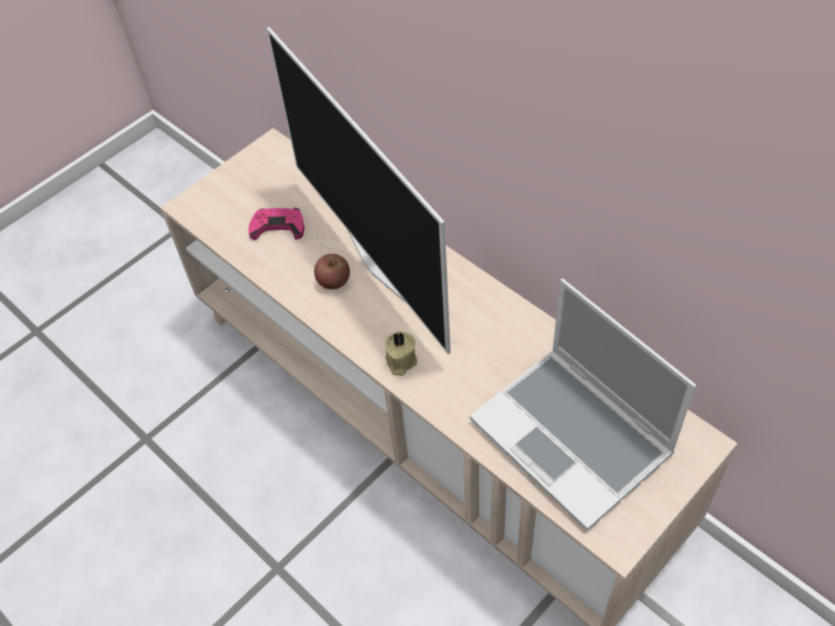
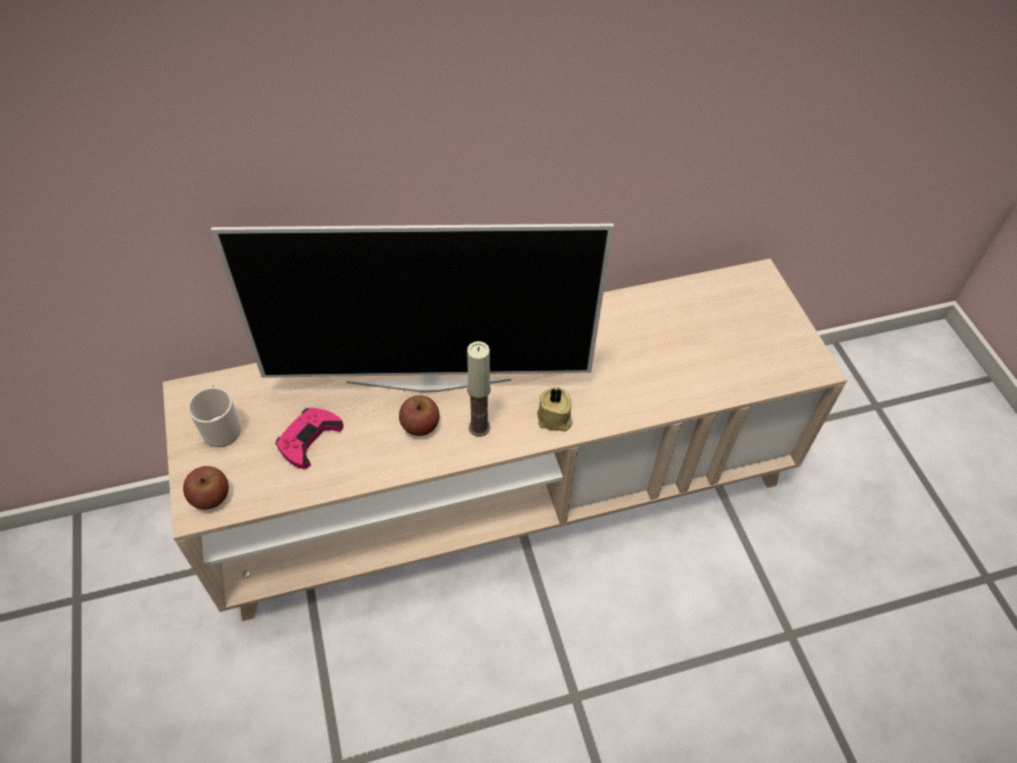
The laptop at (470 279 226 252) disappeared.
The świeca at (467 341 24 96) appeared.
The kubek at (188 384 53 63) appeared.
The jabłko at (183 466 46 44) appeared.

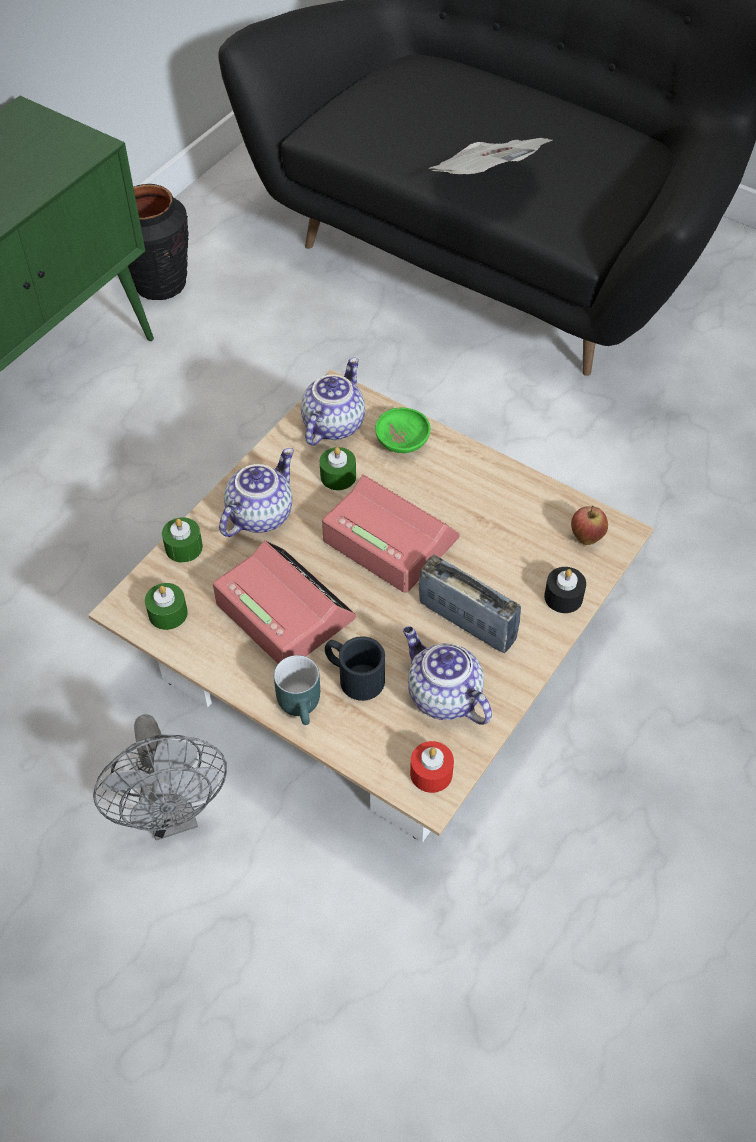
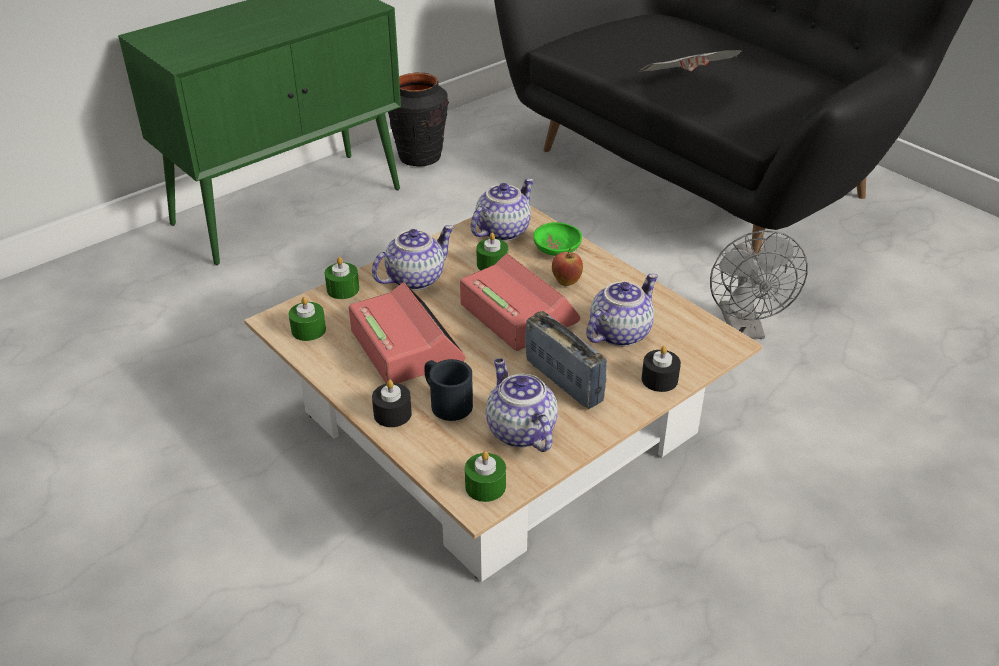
The jabłko moved from (571 506 37 39) to (552 248 31 38).
The kubek (turkusowy) at (274 655 46 70) was replaced by the świeca (czarny) at (372 380 40 47).
The wentylator (szary) moved from (93 714 134 127) to (710 230 98 109).
The świeca (czerwony) at (410 741 44 52) became the świeca (zielony) at (465 451 41 51).
The imbryk at (586 274 72 72) appeared.

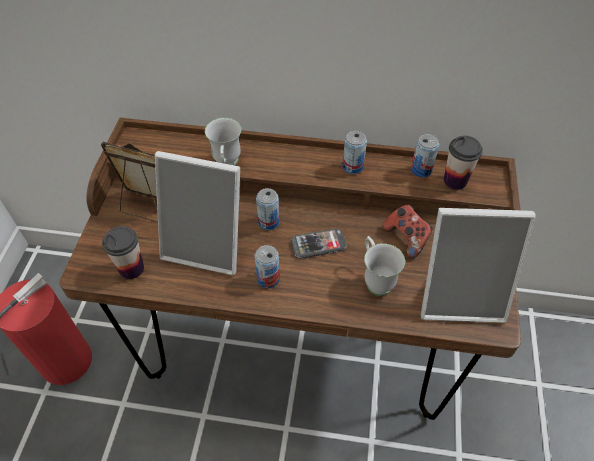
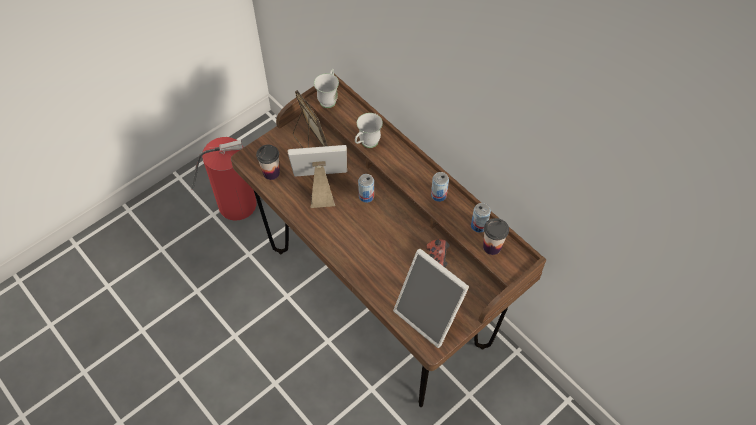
The ramka na zdjęcie at (155 151 85 125) turned 120 degrees clockwise.
The telefon at (291 228 56 31) disappeared.
The kubek (biały) moved from (364 236 41 60) to (314 68 25 40).
The puszka at (255 245 25 43) disappeared.

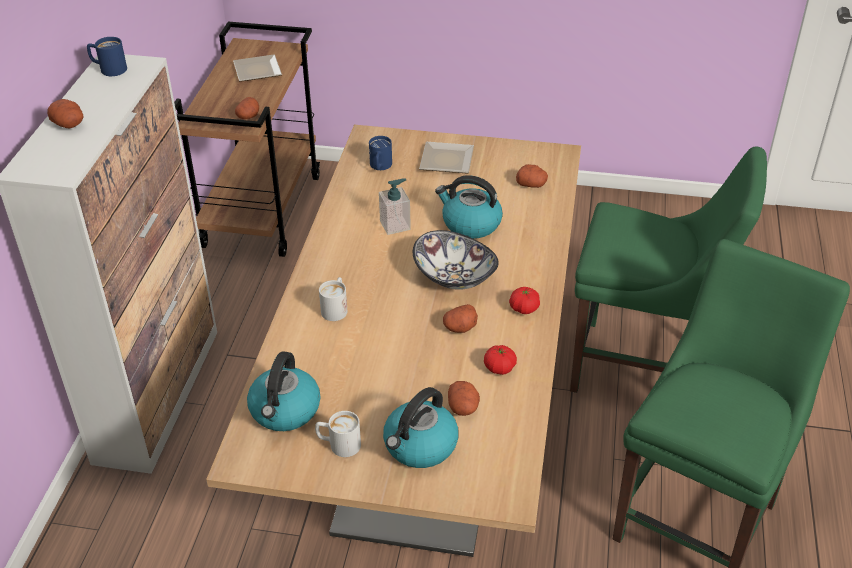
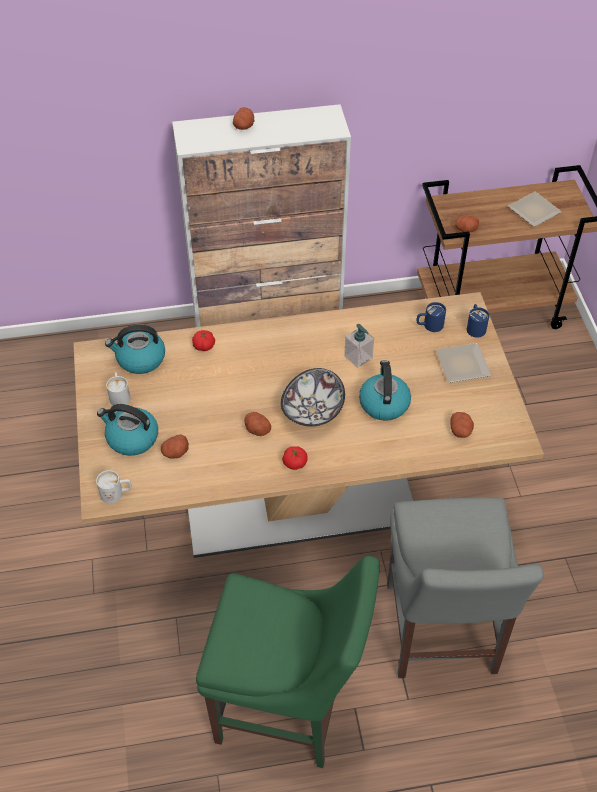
The kubek (niebieski) moved from (87 37 40 39) to (467 304 22 34).
The krzesło (zielony) at (570 147 197 246) became the krzesło (szary) at (387 497 157 181).
The kubek (biały) moved from (319 277 28 44) to (96 470 36 34).
The pomidor moved from (484 345 33 30) to (192 330 23 21).

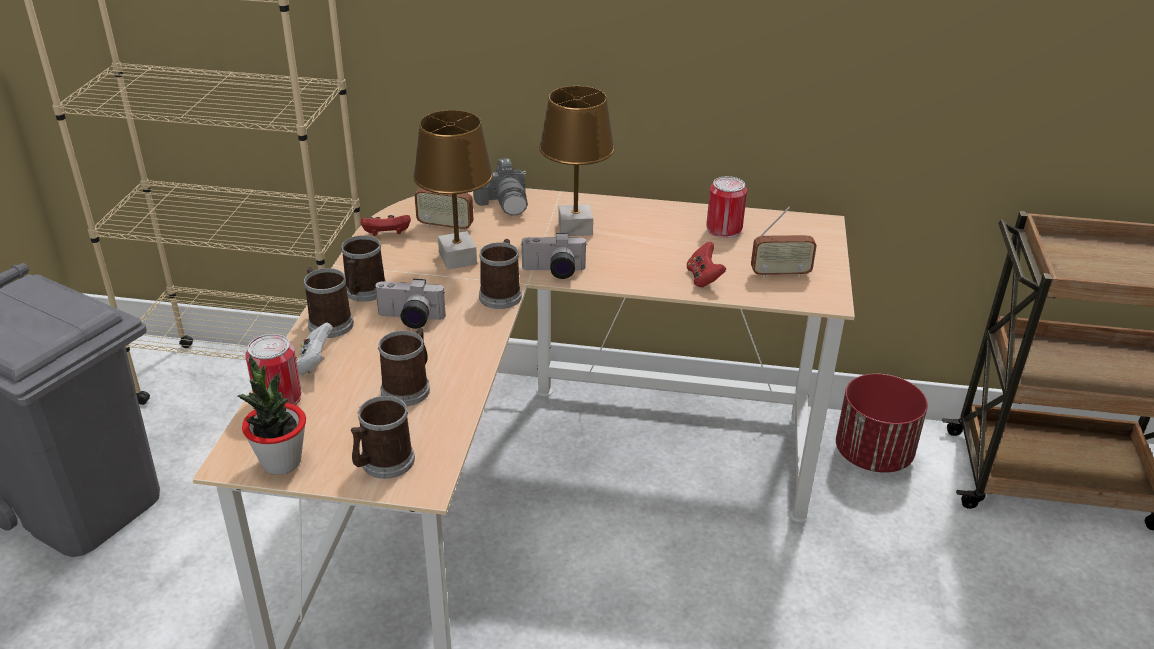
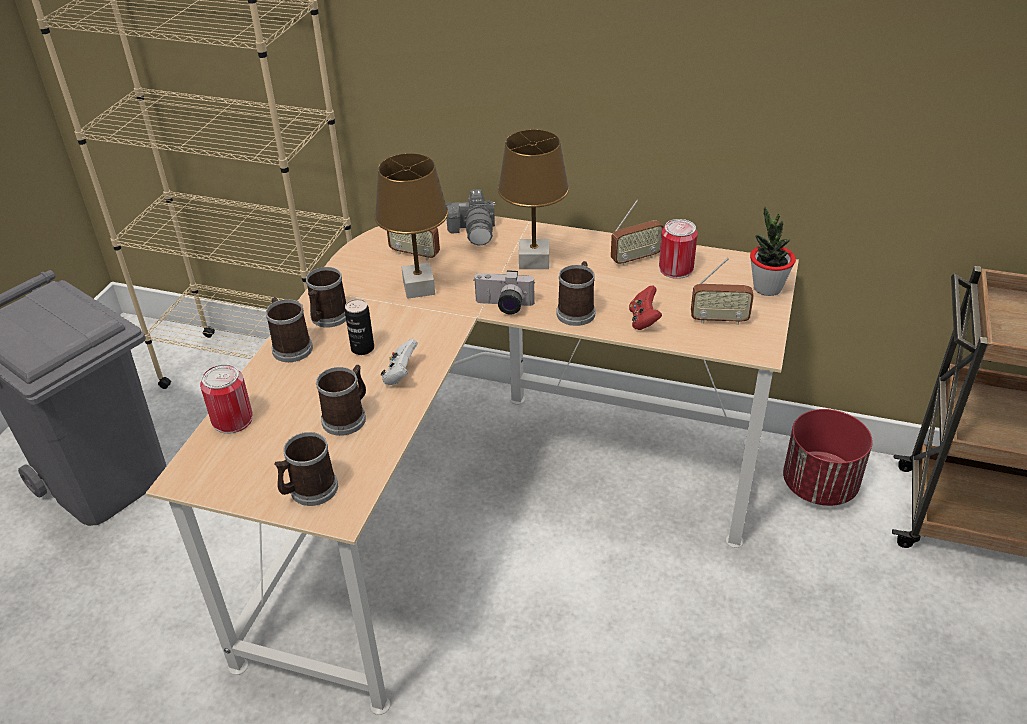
The pad do gier (czerwony) at (360 215 51 21) disappeared.
The kubek moved from (479 239 43 70) to (556 261 39 65).
The aparat fotograficzny at (374 279 72 50) was replaced by the puszka at (345 299 29 56).
The pad do gier (biały) moved from (296 323 37 52) to (381 339 37 46).
The roślina doniczkowa moved from (238 355 68 120) to (750 207 46 89).
The radio at (611 200 53 66) appeared.

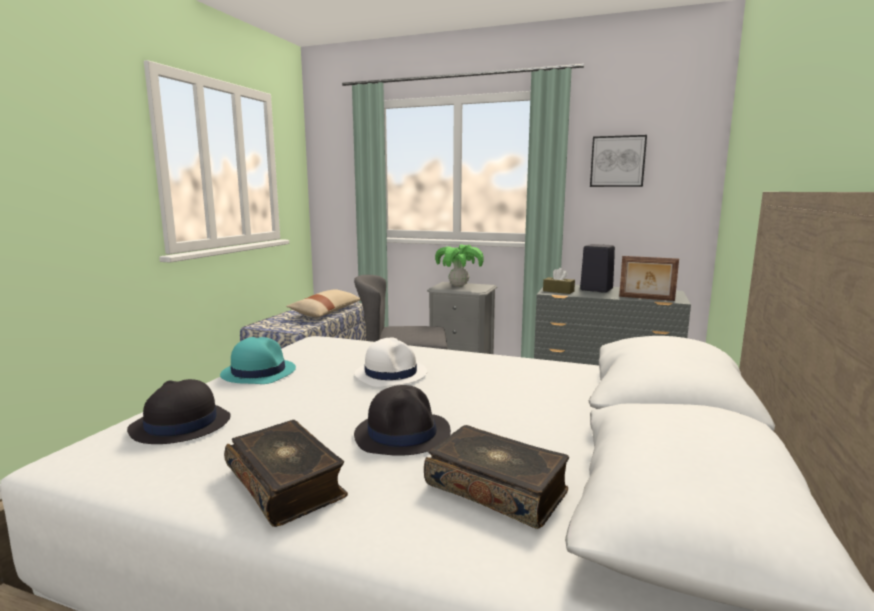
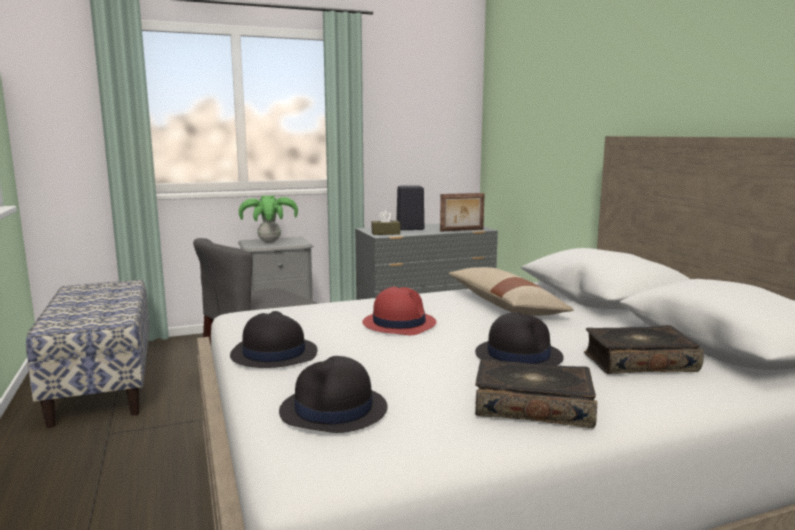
The obraz at (590 135 57 52) disappeared.
The poduszka (beżowy) moved from (286 289 74 28) to (449 267 125 49).
The kapelusz (turkusowy) at (220 337 76 47) became the kapelusz (czarny) at (230 311 87 57).
The kapelusz (biały) at (355 338 72 49) became the kapelusz (czerwony) at (363 287 73 48).

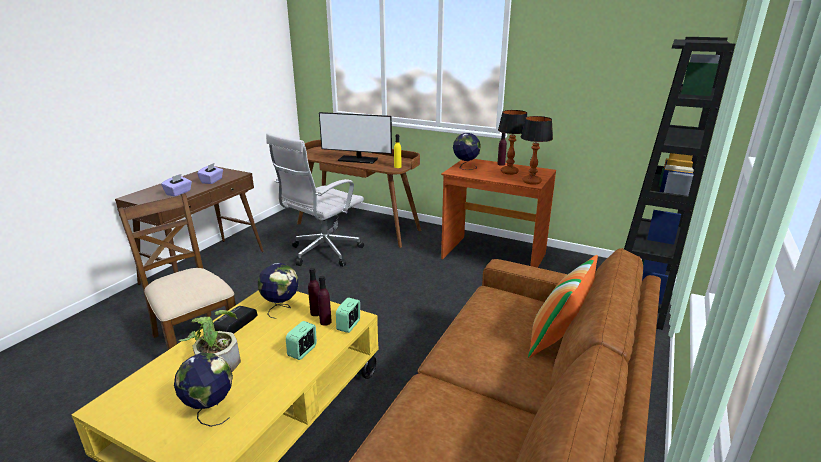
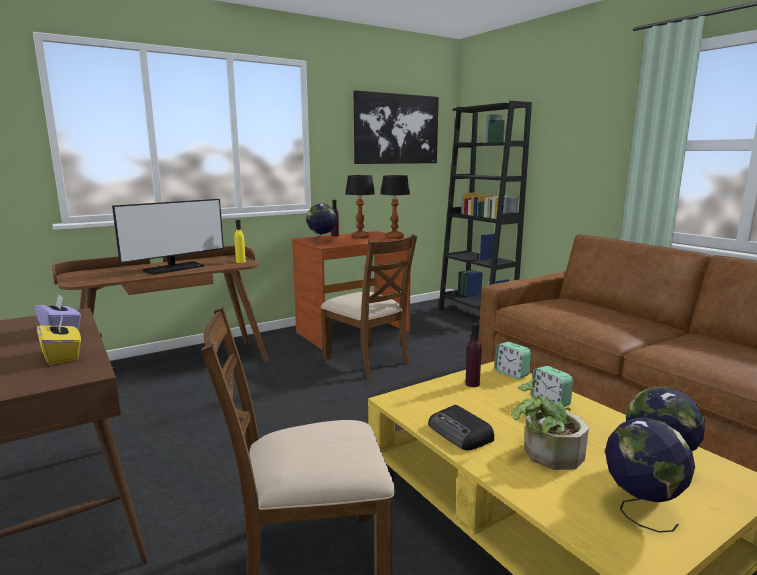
The krzesło biurowe (biały) at (266 133 98 134) disappeared.
The pudełko chusteczek (fioletowy) at (161 174 31 22) became the pudełko chusteczek (żółty) at (37 313 44 52).
The poduszka at (528 255 70 103) disappeared.
The globus moved from (258 263 40 56) to (605 418 90 115).
The butelka (fioletowy) at (318 276 14 50) disappeared.
The obraz at (354 90 85 74) appeared.
The krzesło (brązowy) at (321 234 96 145) appeared.

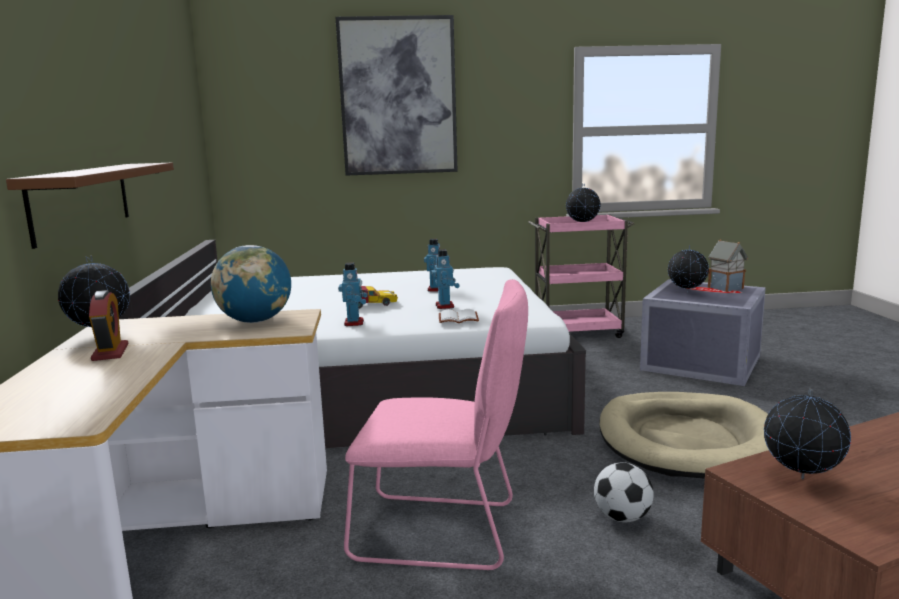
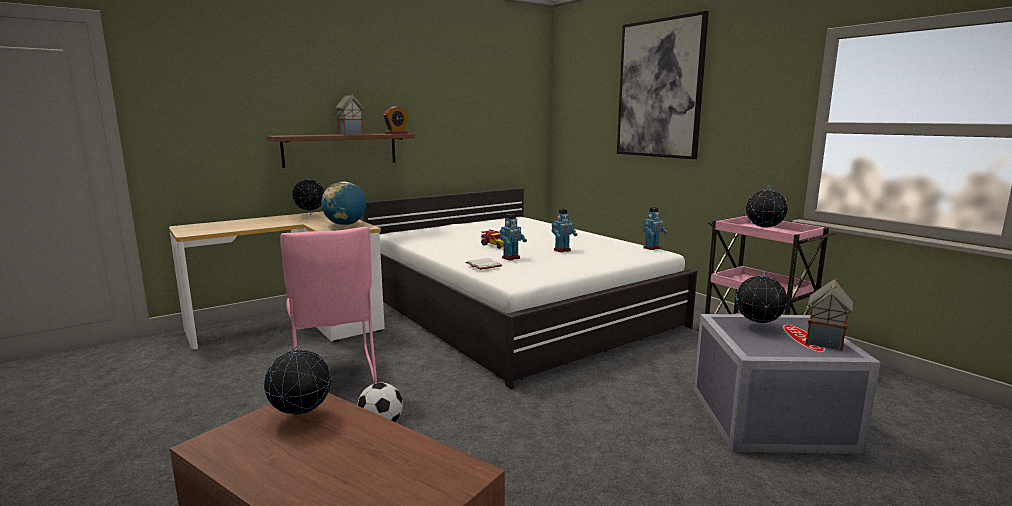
The robot zabawkowy moved from (338 263 30 63) to (643 207 25 43).
The budzik moved from (89 290 39 71) to (383 106 25 28).
The legowisko (beżowy) at (599 392 170 87) disappeared.
The domek at (335 95 29 40) appeared.

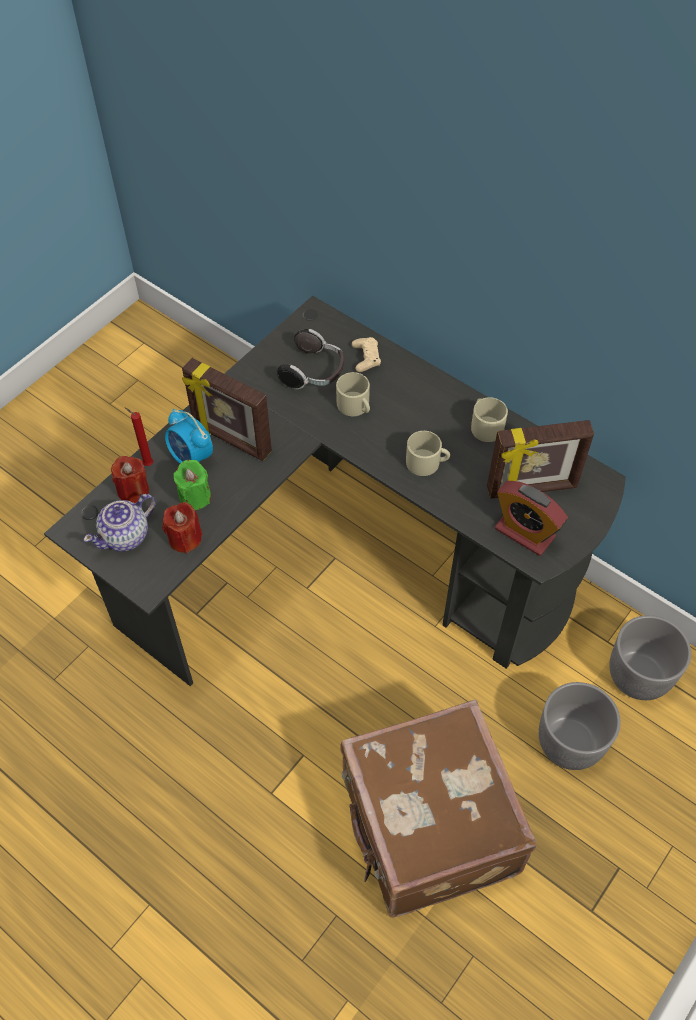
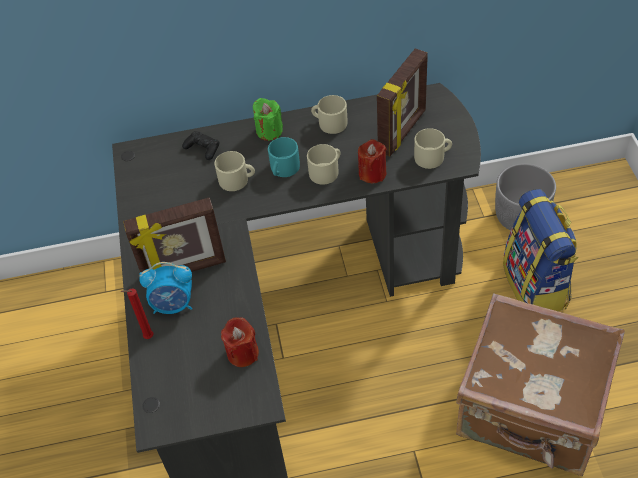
The słuchawki at (277 329 67 60) disappeared.
The pad do gier (beżowy) at (352 337 29 35) became the pad do gier (czarny) at (182 131 37 29).
The świeca (czerwony) moved from (111 456 38 47) to (358 139 28 44).
The świeca (zielony) moved from (173 460 38 50) to (253 98 30 43).
The budzik at (495 481 73 75) was replaced by the kubek (beżowy) at (414 128 38 41).
The imbryk at (84 494 72 58) disappeared.
The donica (szary) at (539 682 81 88) was replaced by the plecak at (503 189 76 122).
The kubek (turkusowy) at (268 137 32 40) appeared.

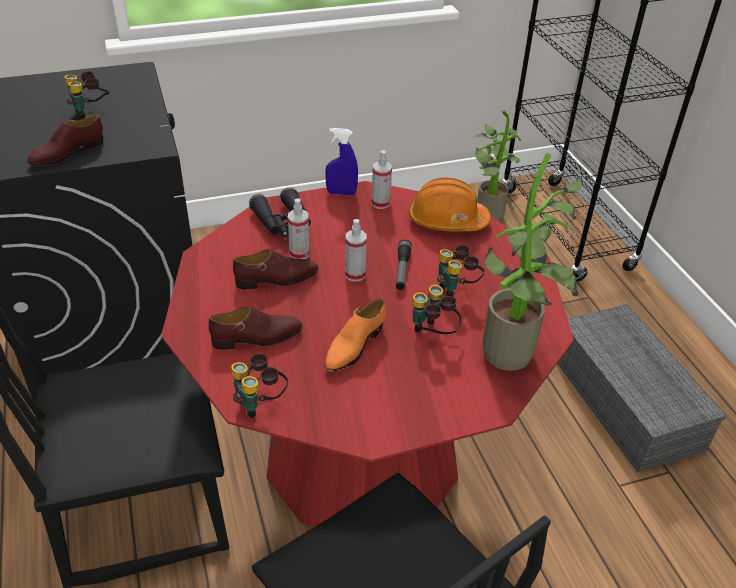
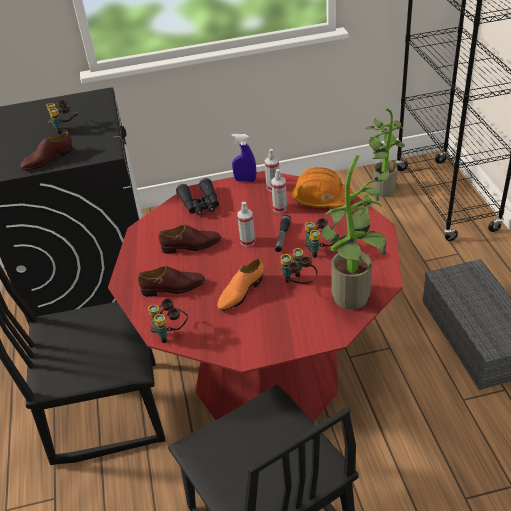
The spryskiwacz moved from (288 198 22 61) to (271 169 16 44).

